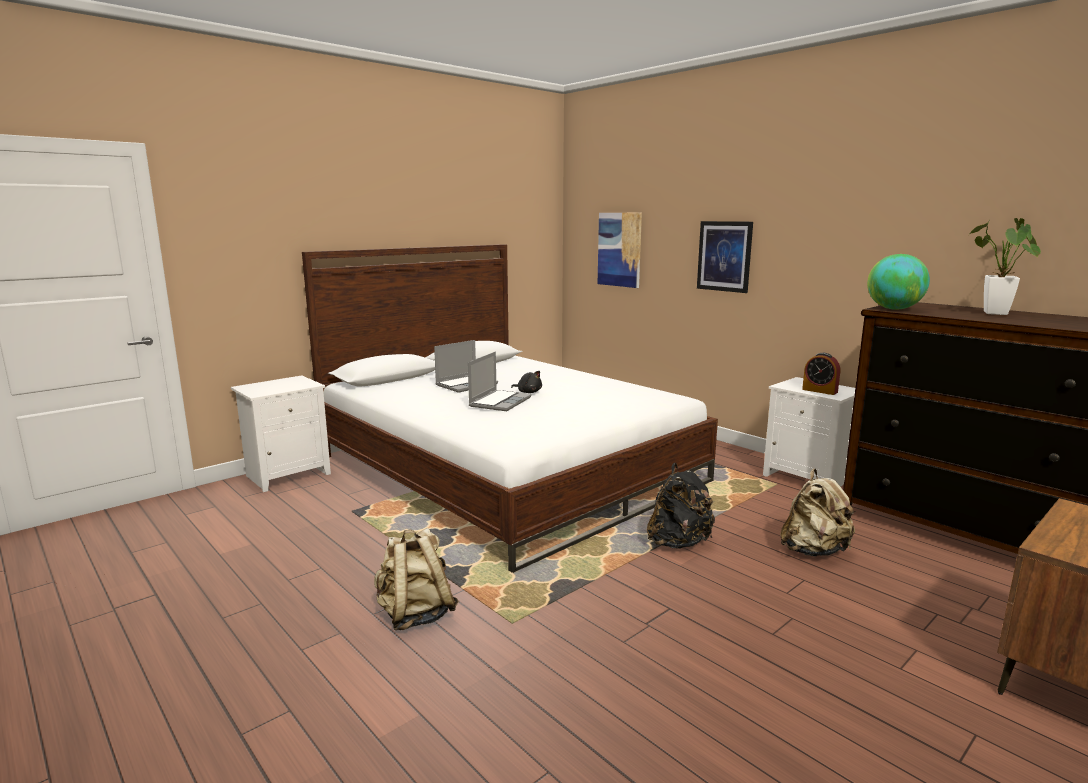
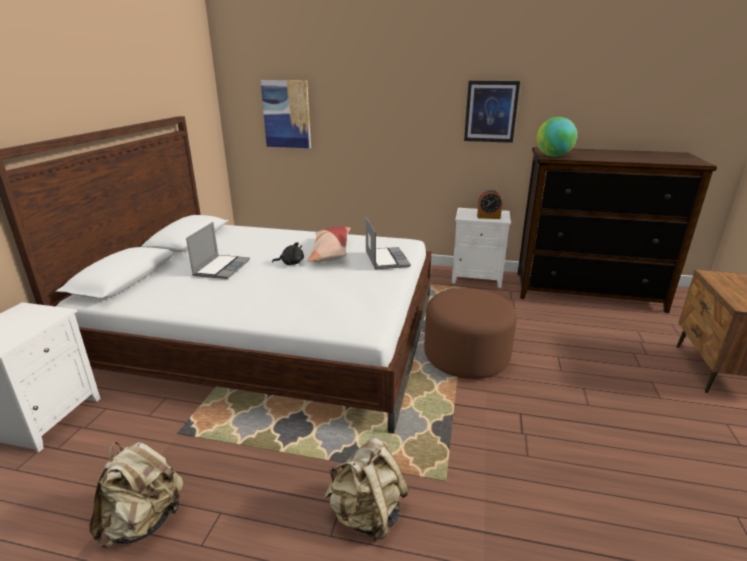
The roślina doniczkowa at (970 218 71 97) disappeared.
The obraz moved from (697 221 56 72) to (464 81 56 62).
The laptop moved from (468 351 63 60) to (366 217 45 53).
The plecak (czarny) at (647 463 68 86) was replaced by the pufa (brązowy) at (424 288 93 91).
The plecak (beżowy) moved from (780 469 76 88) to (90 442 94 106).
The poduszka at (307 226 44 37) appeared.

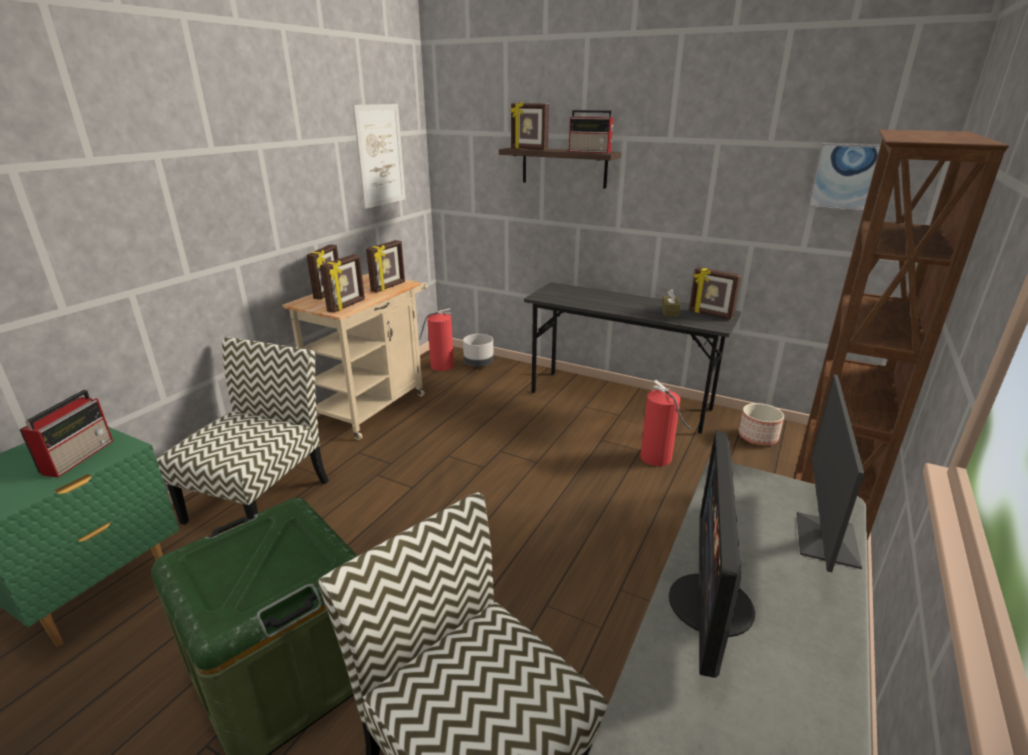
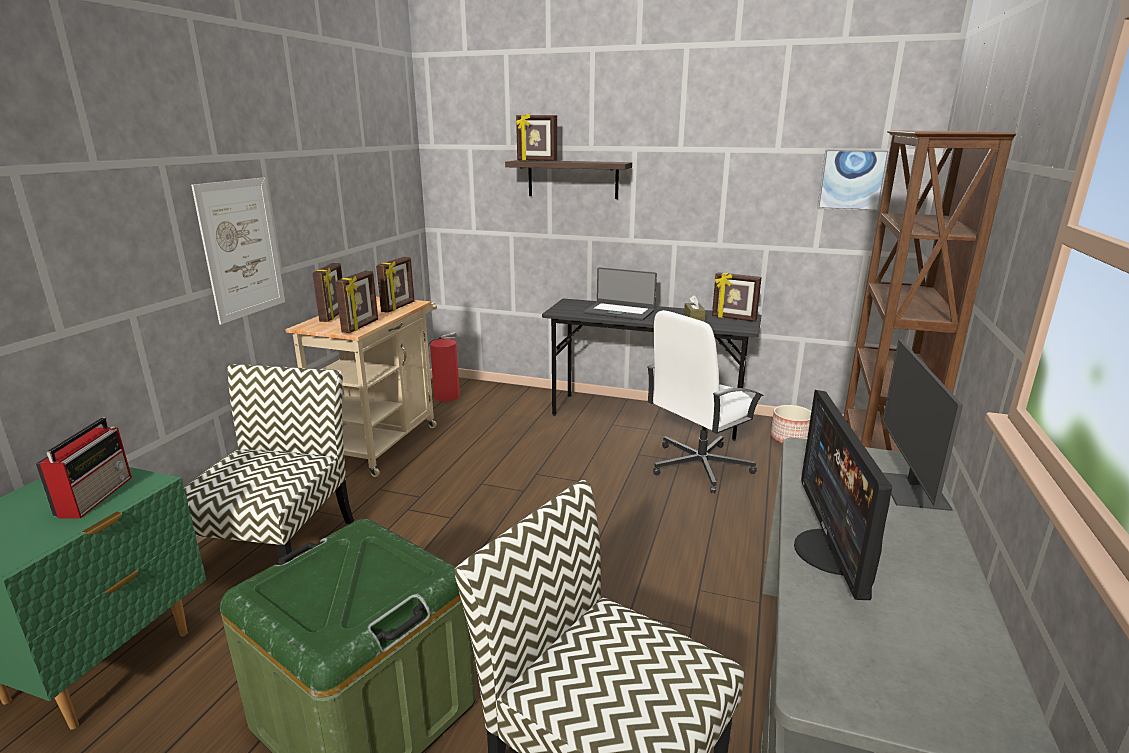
The obraz moved from (353 104 53 105) to (191 177 94 147).
The radio at (569 110 45 43) disappeared.
The donica (szary) at (463 334 31 33) disappeared.
The gaśnica at (640 380 51 86) was replaced by the krzesło biurowe (biały) at (647 310 117 183).
The laptop at (583 267 74 54) appeared.

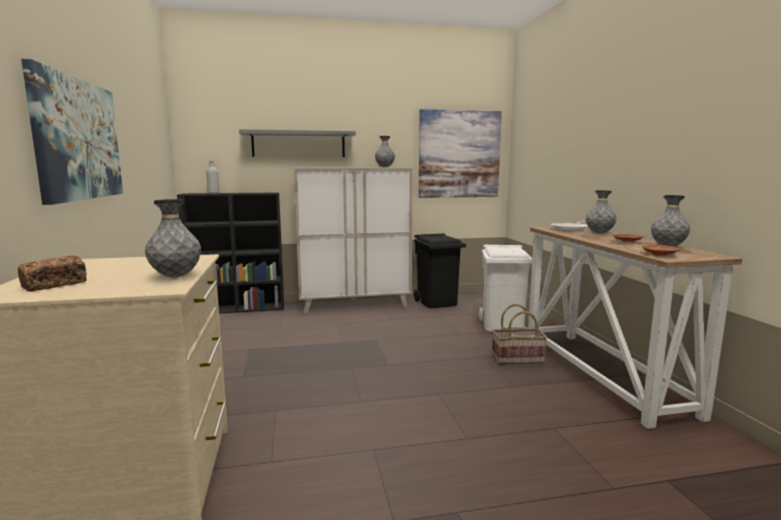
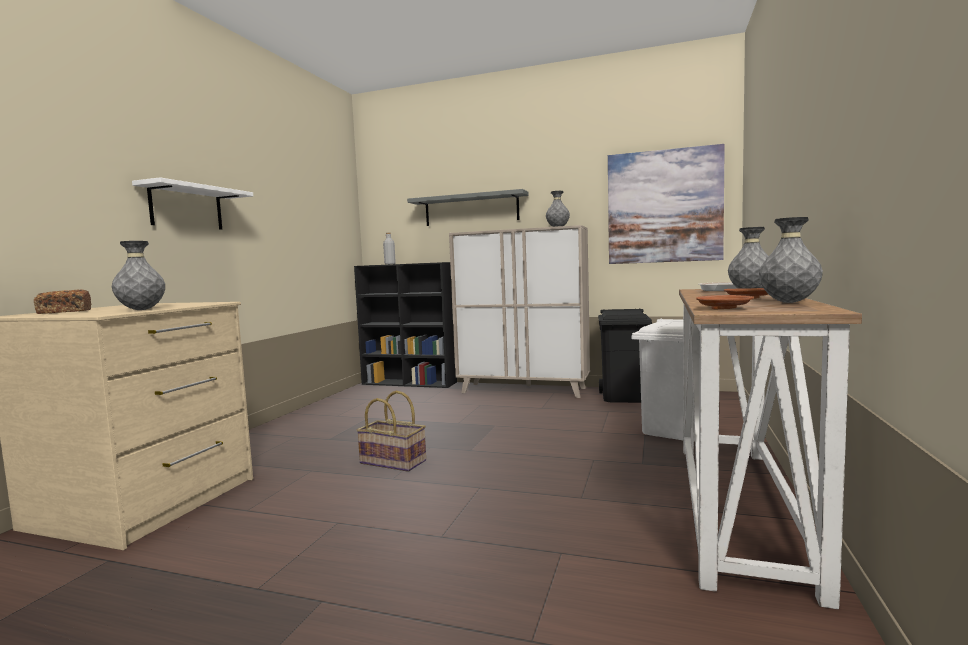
The obraz at (21 59 102 146) was replaced by the półka (biały) at (132 177 121 53).
The koszyk moved from (492 304 55 61) to (357 391 69 81).

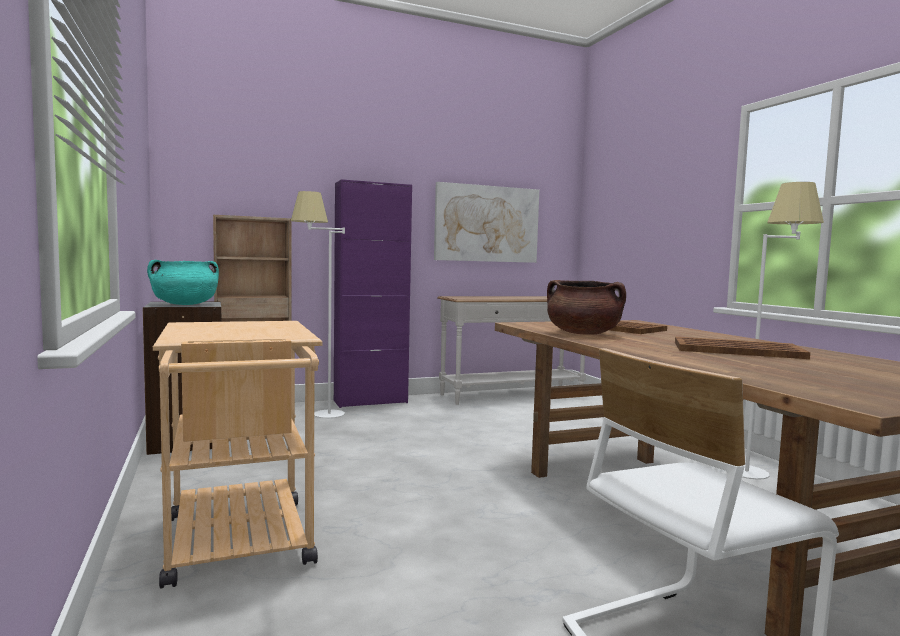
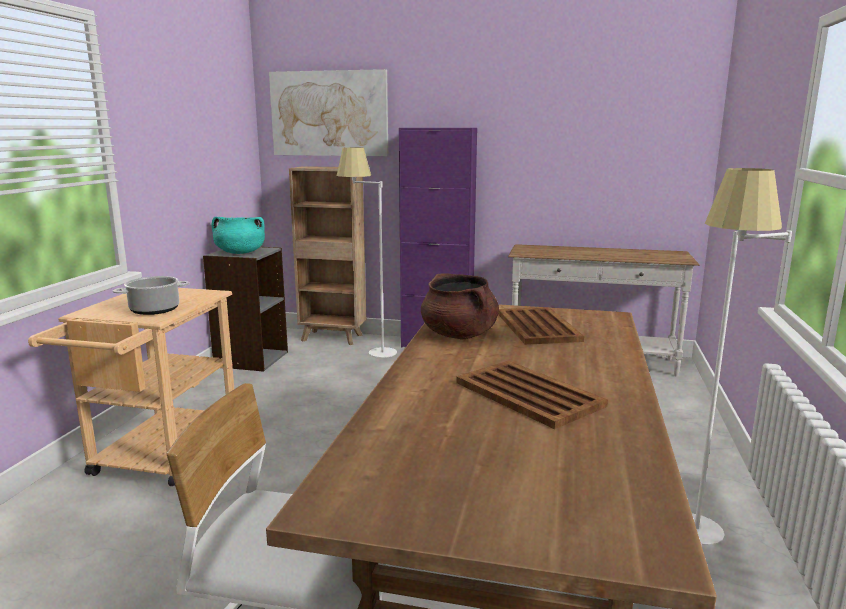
The obraz moved from (434 182 105 81) to (269 69 119 87).
The garnek at (113 276 77 39) appeared.

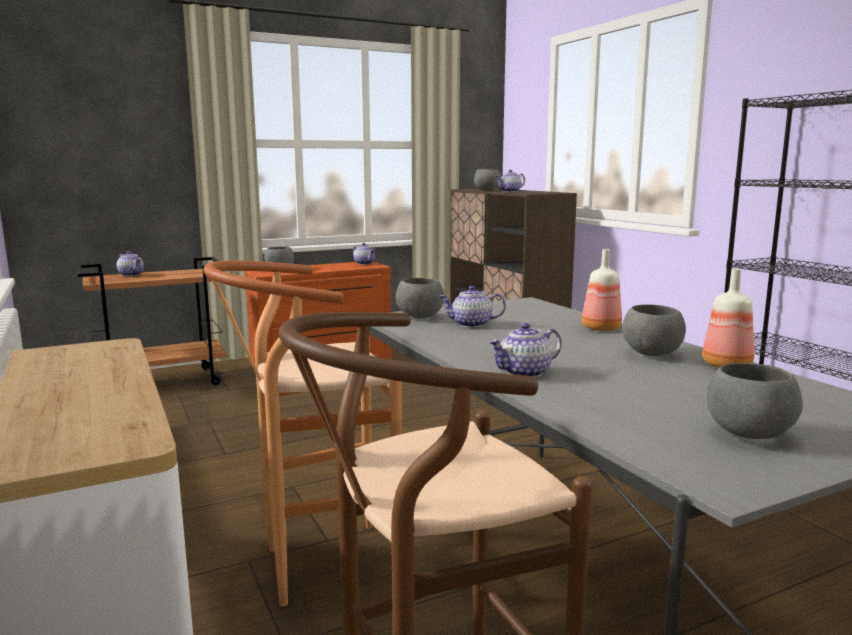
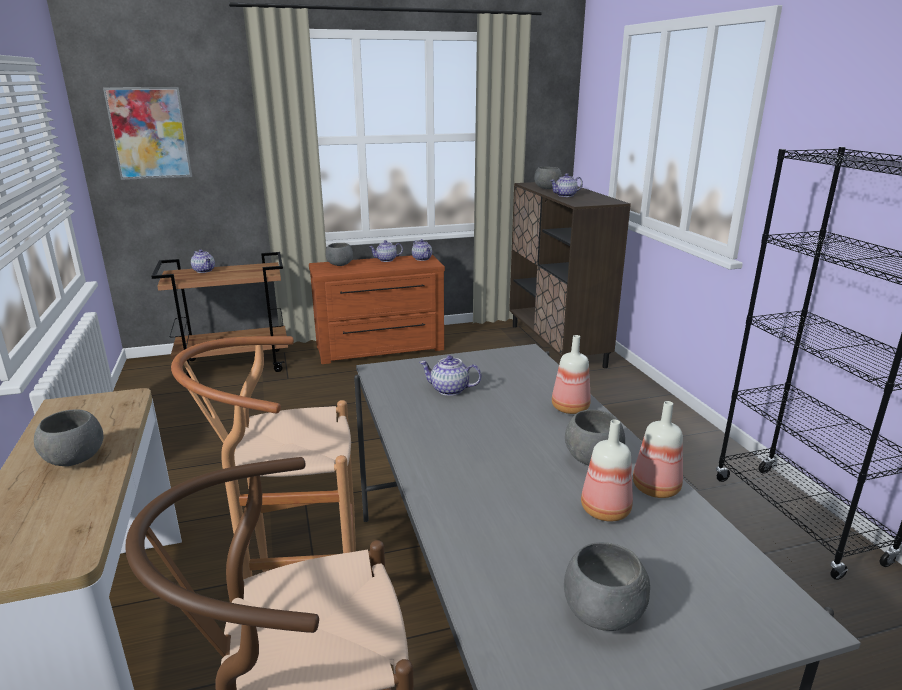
The miska (szary) moved from (396 278 48 40) to (34 410 69 56).
The imbryk moved from (488 323 74 55) to (369 240 34 22).
The obraz at (103 87 89 93) appeared.
The butelka at (581 420 52 102) appeared.

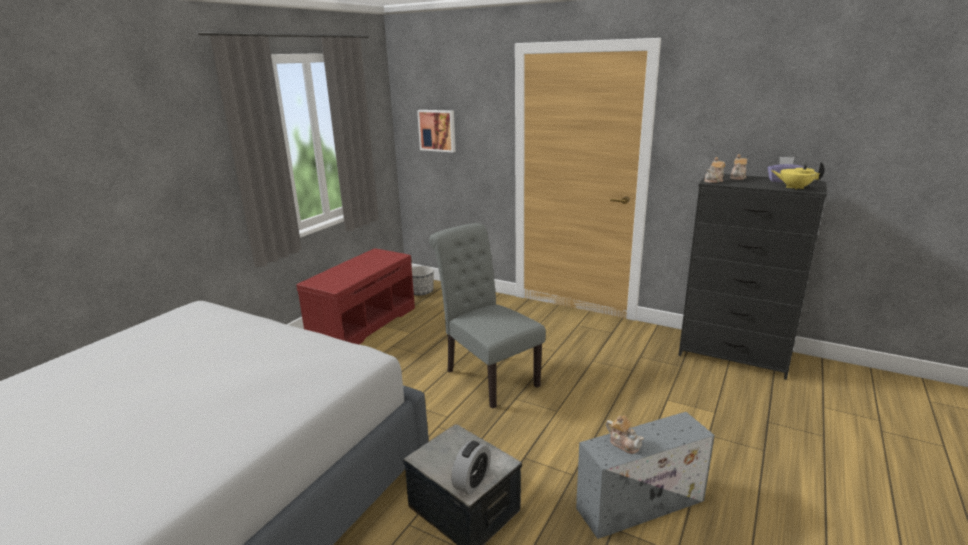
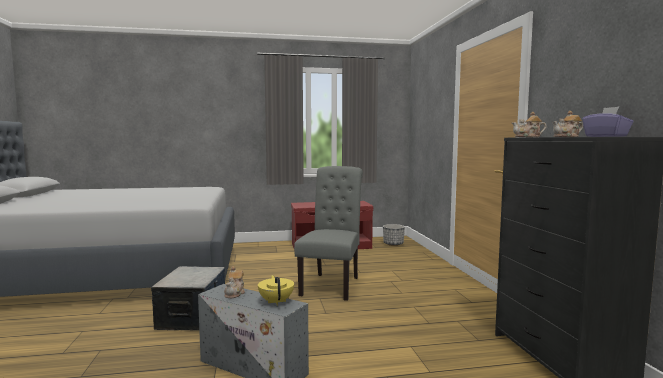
The obraz at (417 110 39 42) disappeared.
The imbryk (żółty) moved from (771 162 54 28) to (258 275 36 31).
The budzik at (451 441 40 54) disappeared.

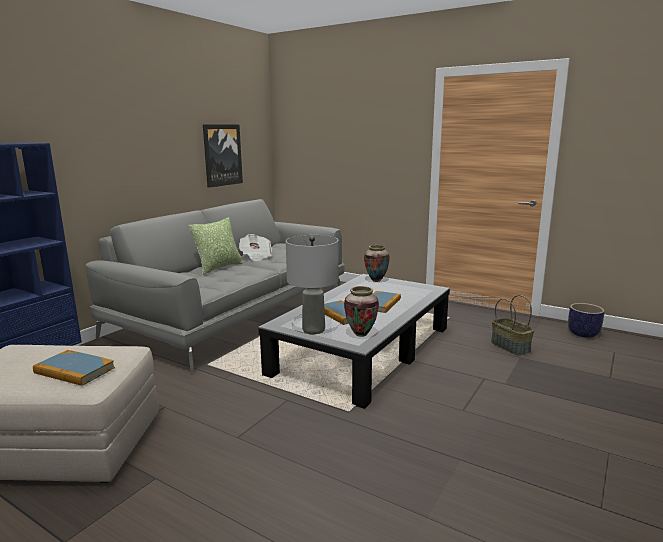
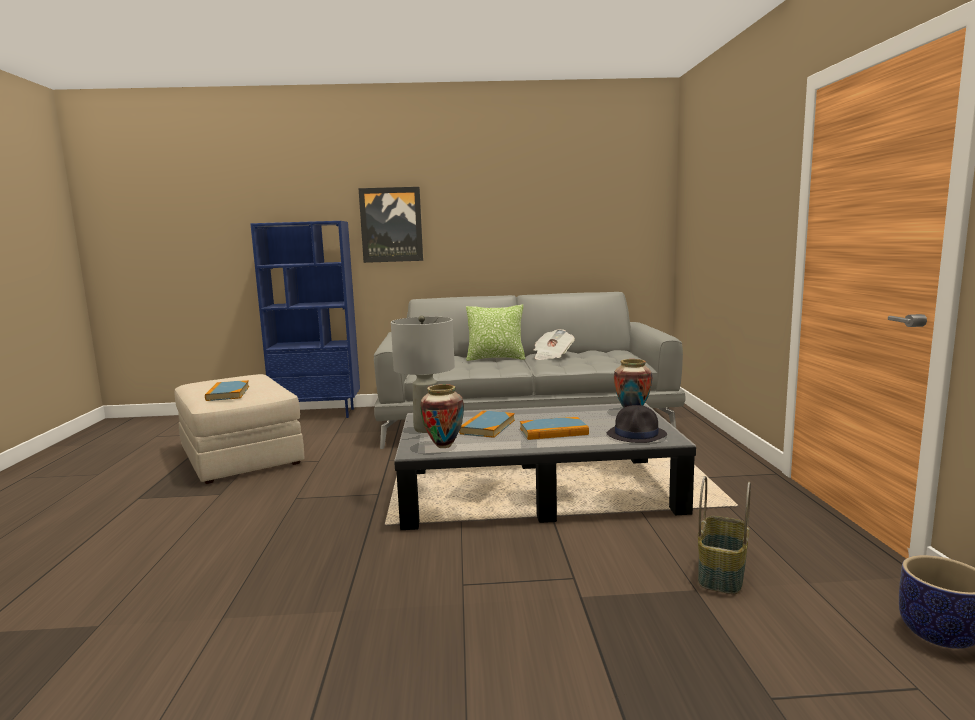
The obraz moved from (203 124 40 64) to (358 187 65 76).
The kapelusz (czarny) at (607 405 60 38) appeared.

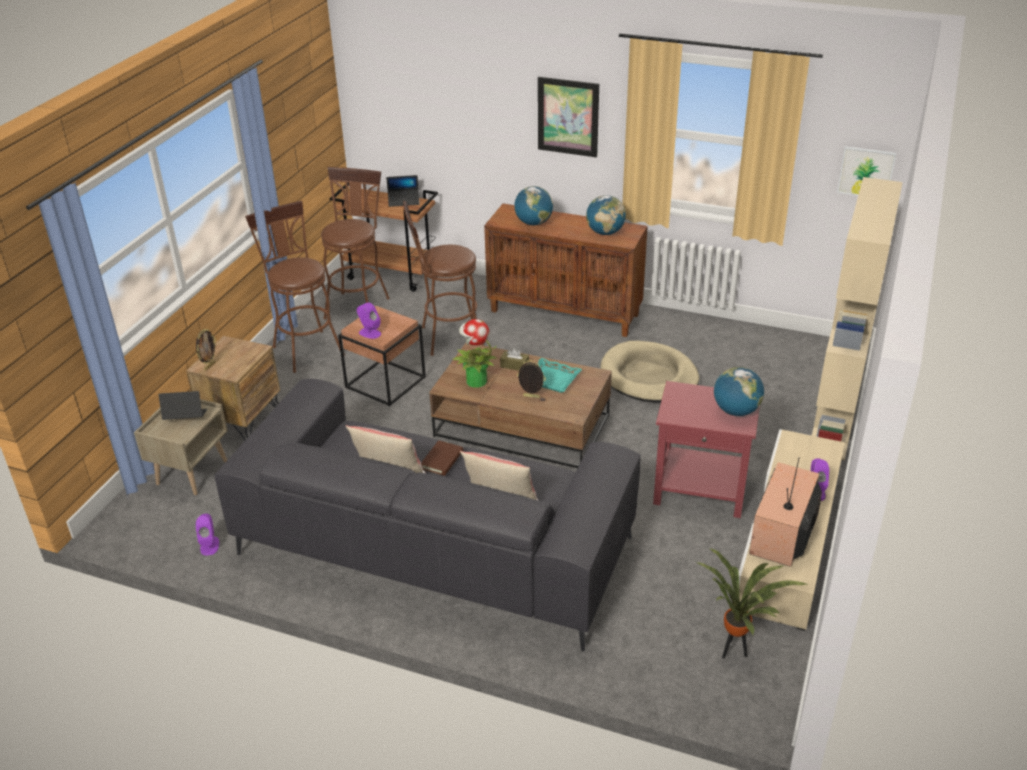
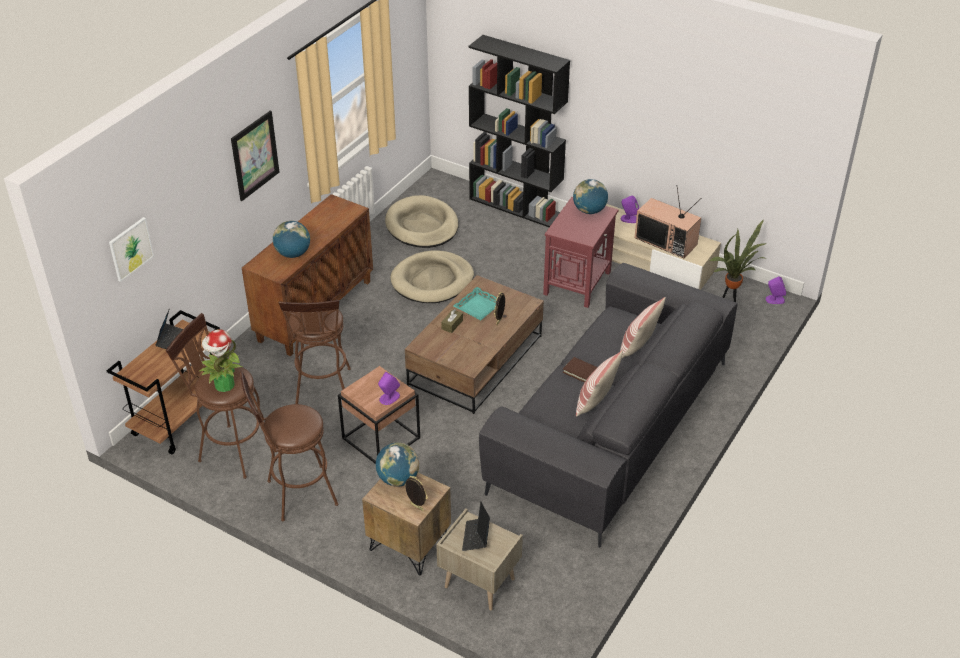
The obraz moved from (837 146 59 50) to (109 217 45 65).
The regał (beżowy) at (812 177 91 283) became the regał (czarny) at (468 35 102 192).
The globus moved from (586 195 40 40) to (376 443 44 44).
The roślina doniczkowa moved from (452 319 46 69) to (200 329 42 63).
The głośnik (fioletowy) moved from (195 514 24 41) to (766 276 20 28).
The legowisko (beżowy) at (385 195 73 53) appeared.

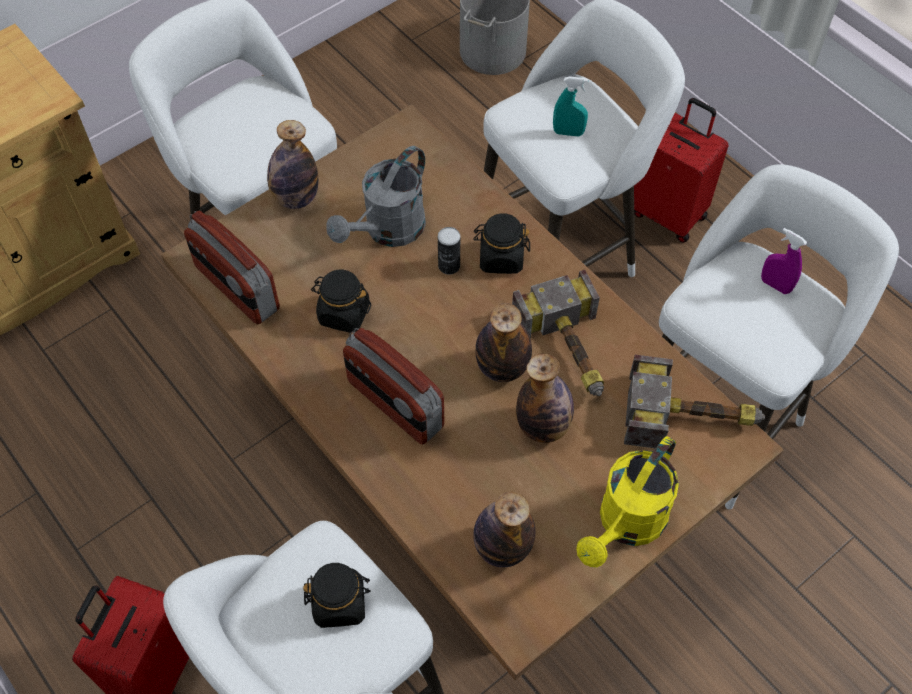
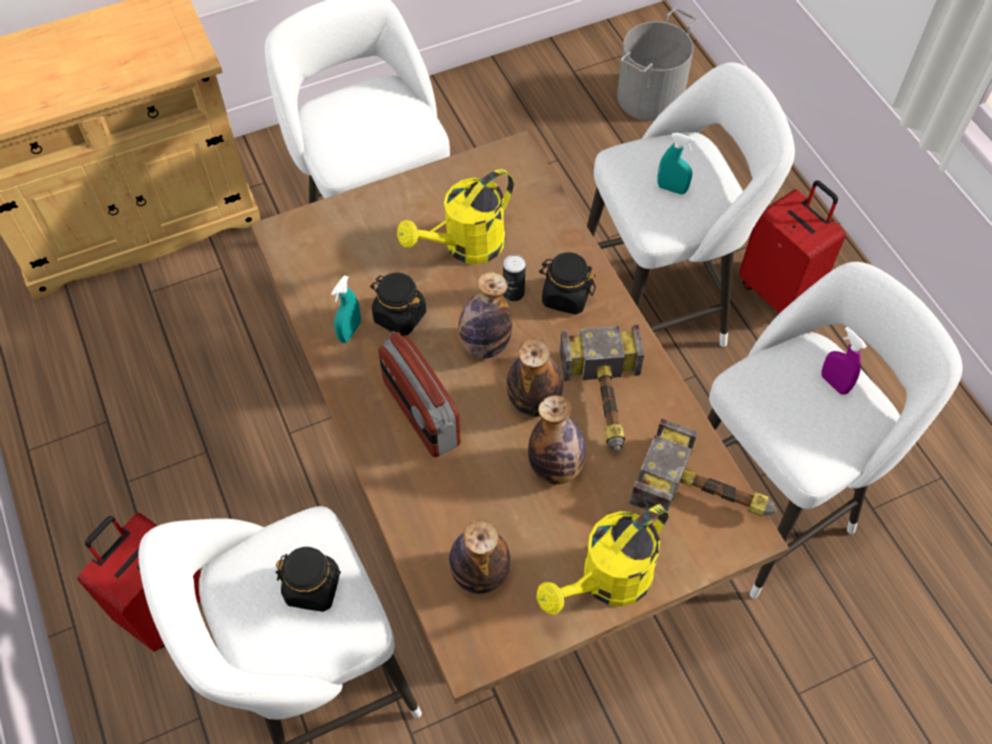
The butelka moved from (267 120 51 89) to (458 272 54 87).
The konewka (szary) at (326 146 100 101) became the konewka (żółty) at (397 169 117 95).
The radio at (184 211 96 113) disappeared.
The spryskiwacz (turkusowy) at (331 275 30 68) appeared.

